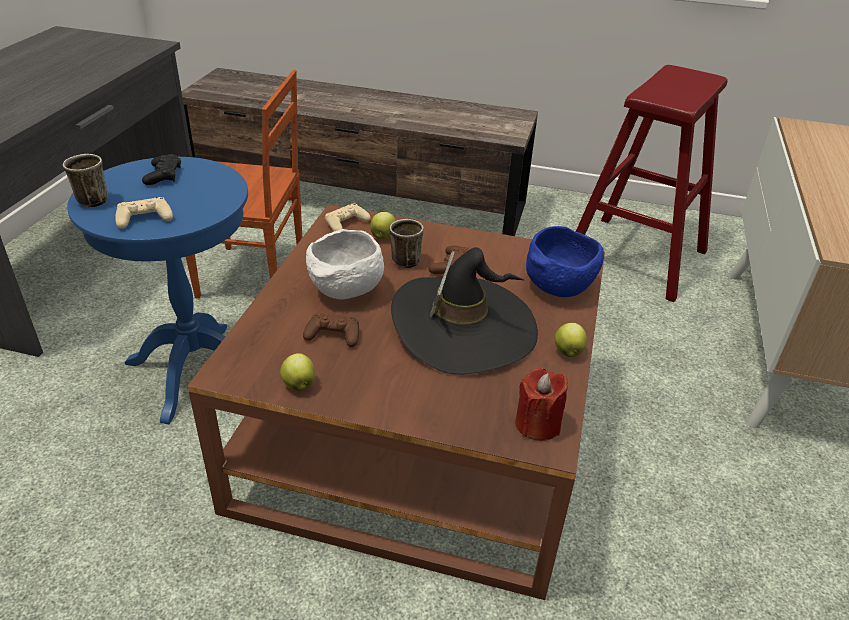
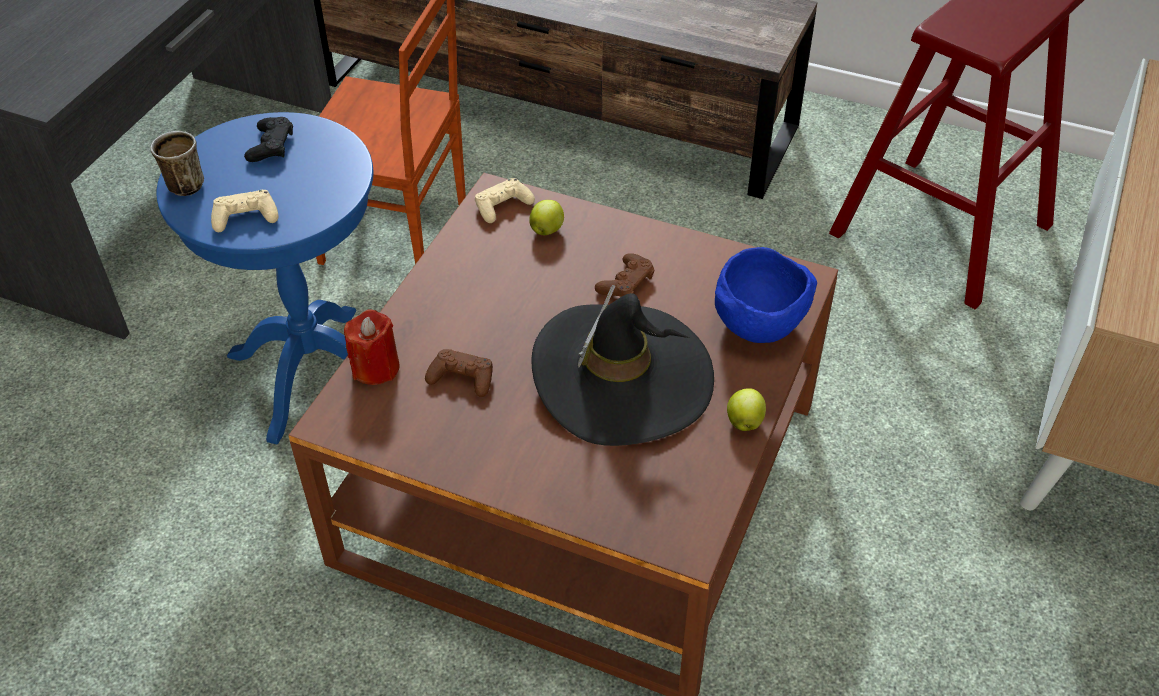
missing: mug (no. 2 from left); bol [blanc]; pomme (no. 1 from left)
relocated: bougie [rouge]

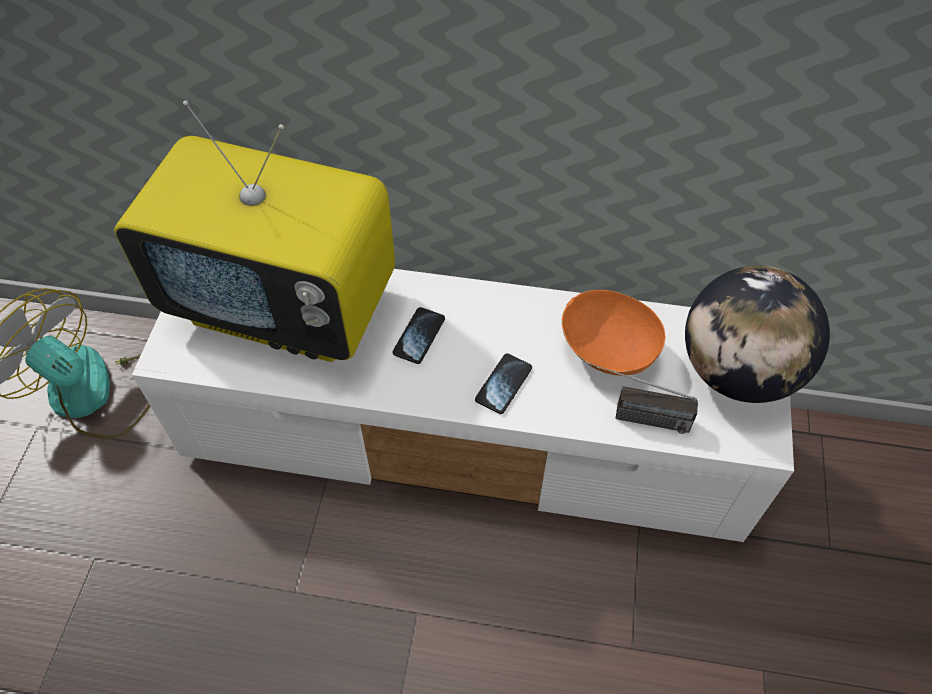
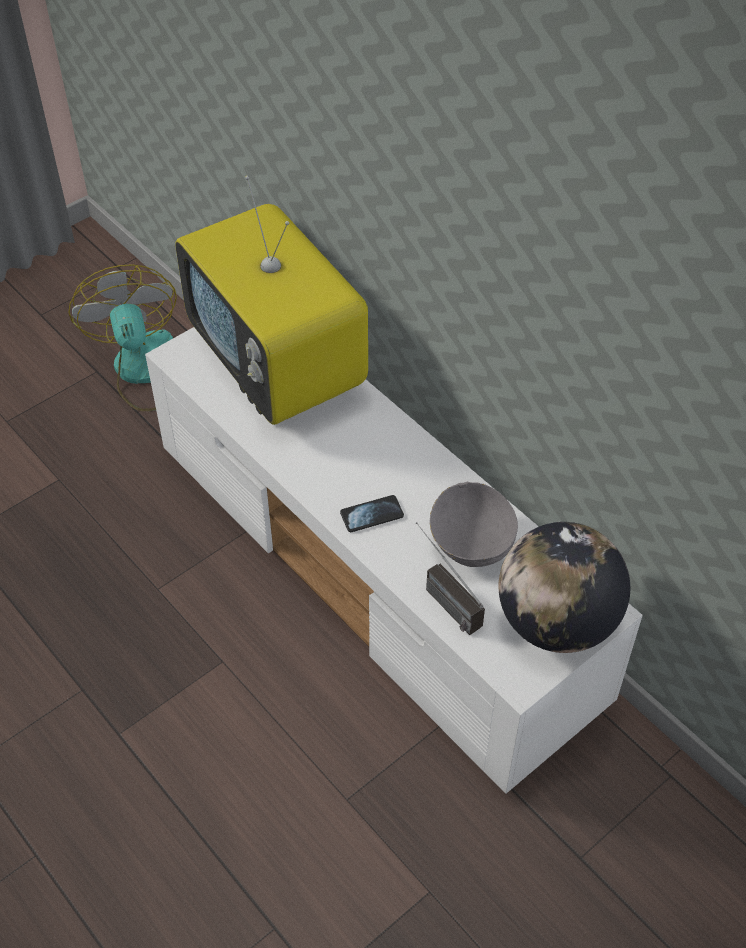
missing: téléphone (no. 1 from left)
colour: bol [orange] to bol [gris]

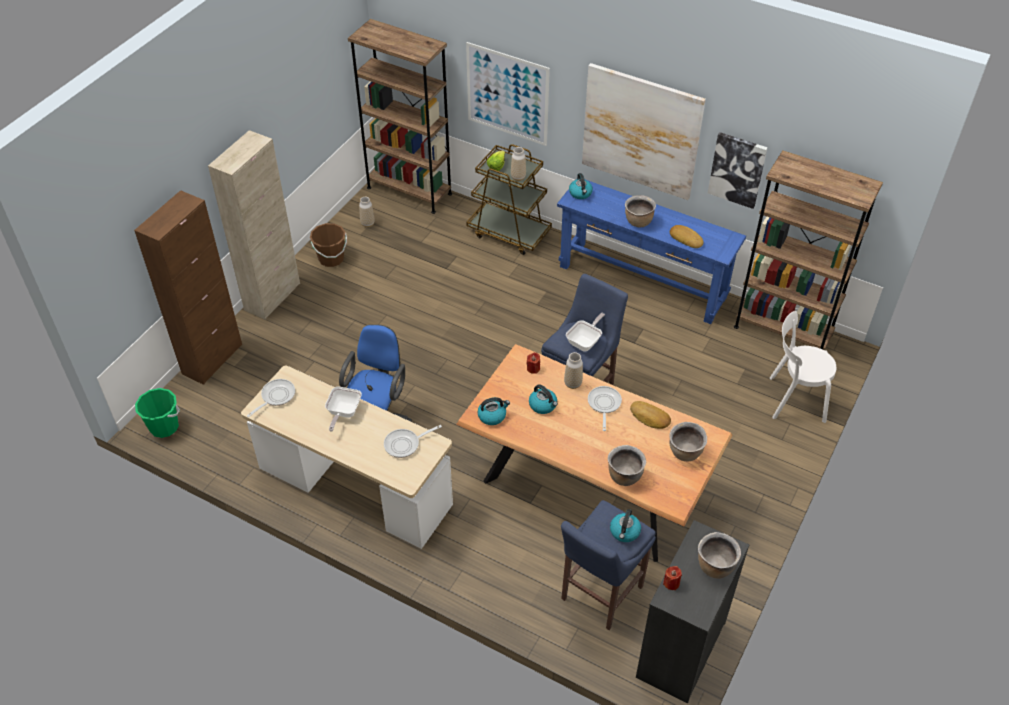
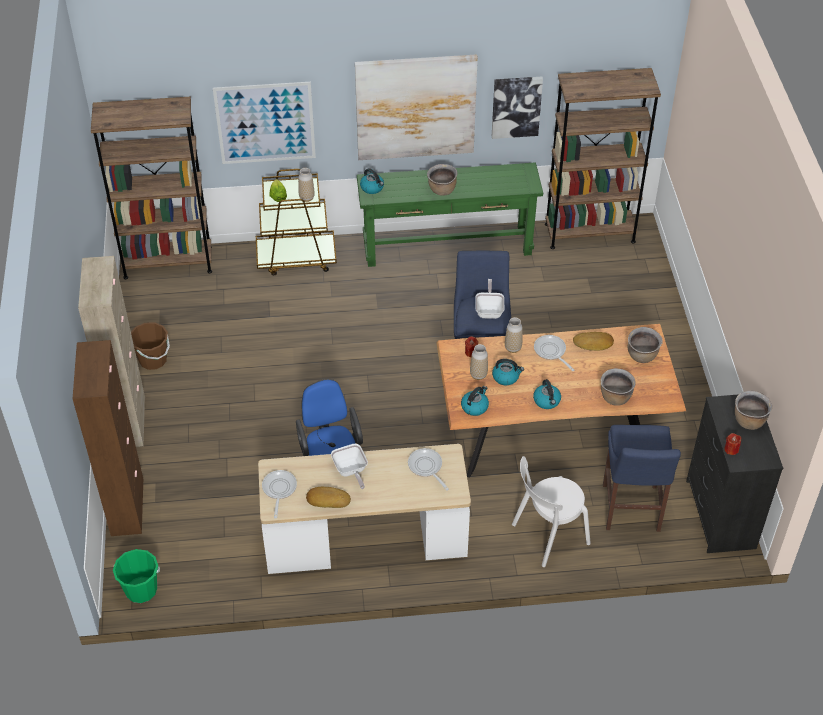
relocated: vase (no. 1 from left in the first image) to vase (no. 2 from left); pain (no. 2 from left in the first image) to pain (no. 1 from left); chaise [blanc]; bouilloire (no. 4 from left)
colour: table console [bleu] to table console [vert]
spun: poêle (no. 3 from left) 120 degrees clockwise

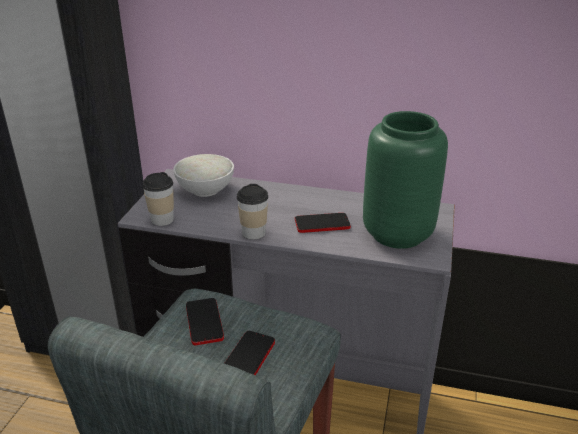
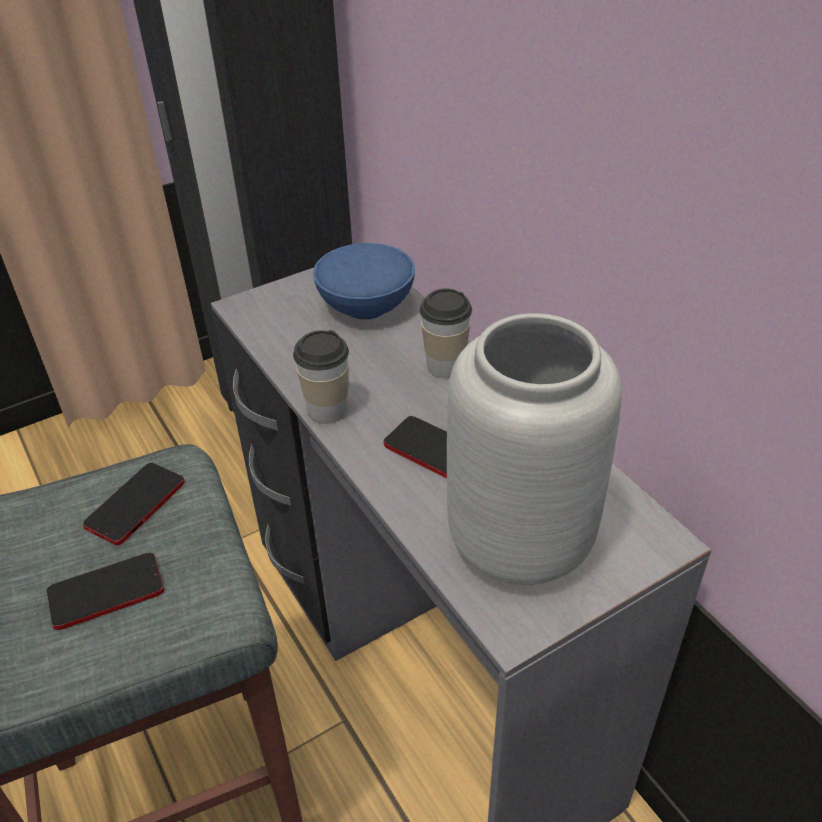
relocated: tasse (no. 1 from left in the first image) to tasse (no. 2 from left)
colour: vase [vert] to vase [gris]; bol [blanc] to bol [bleu]

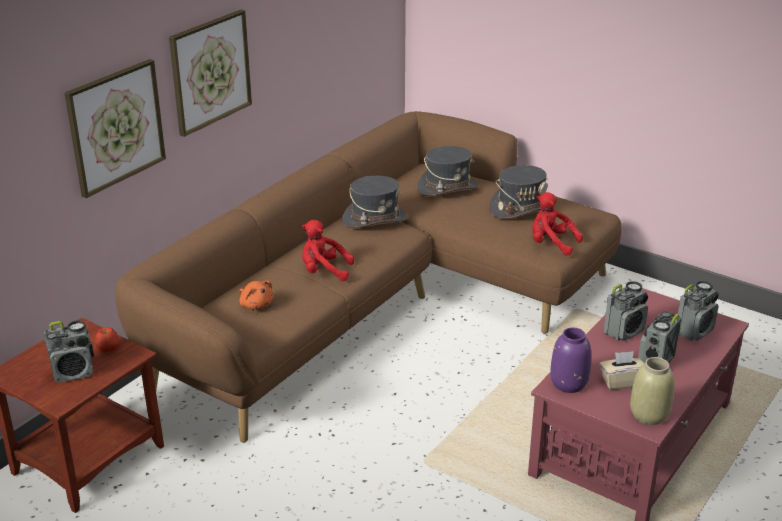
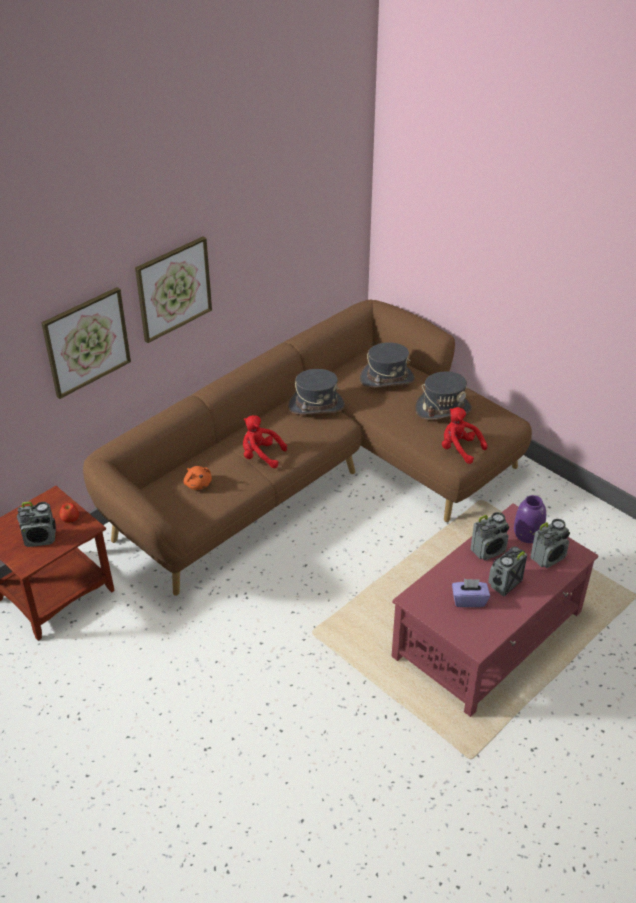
missing: vase [beige]
relocated: vase [violet]
colour: boîte à mouchoirs [beige] to boîte à mouchoirs [violet]

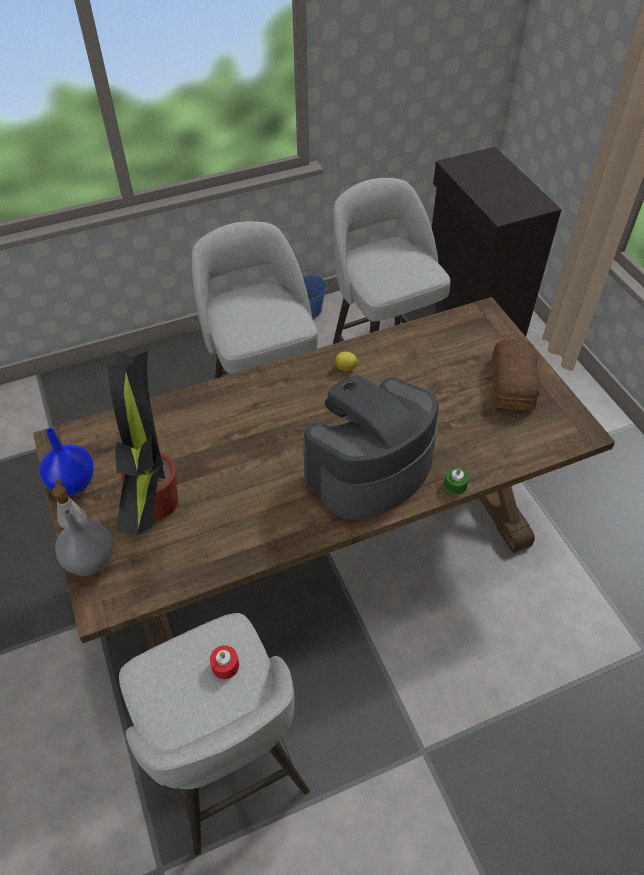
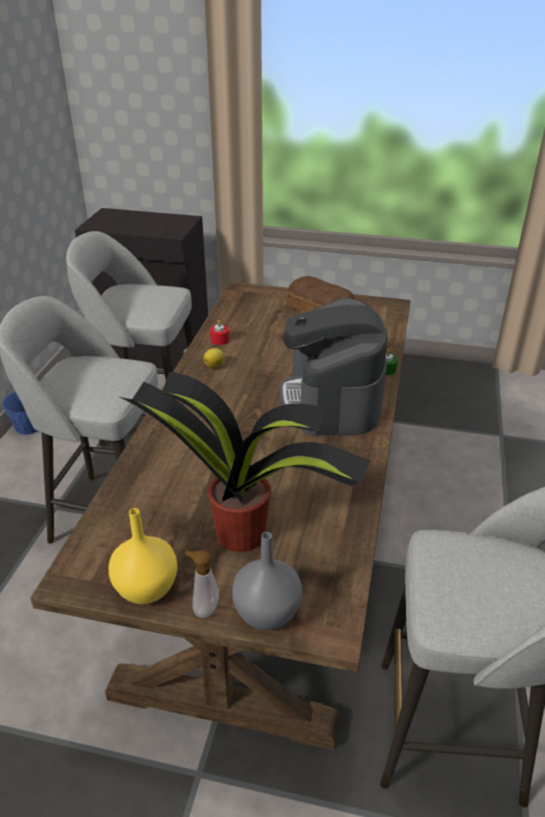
relocated: bougie [rouge]
colour: vase [bleu] to vase [jaune]

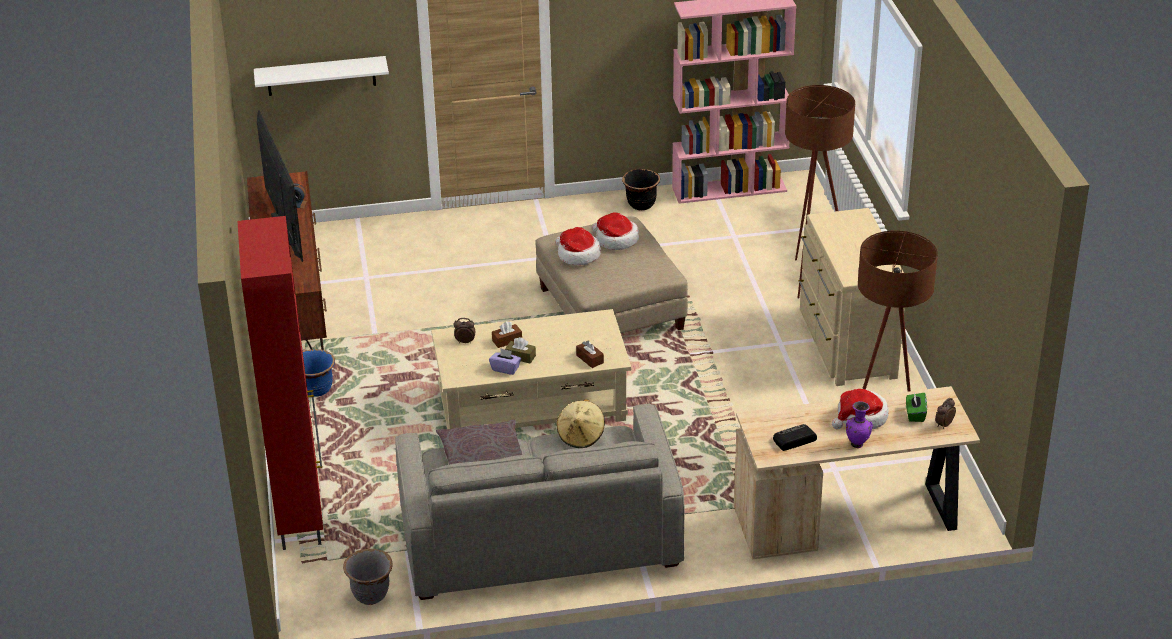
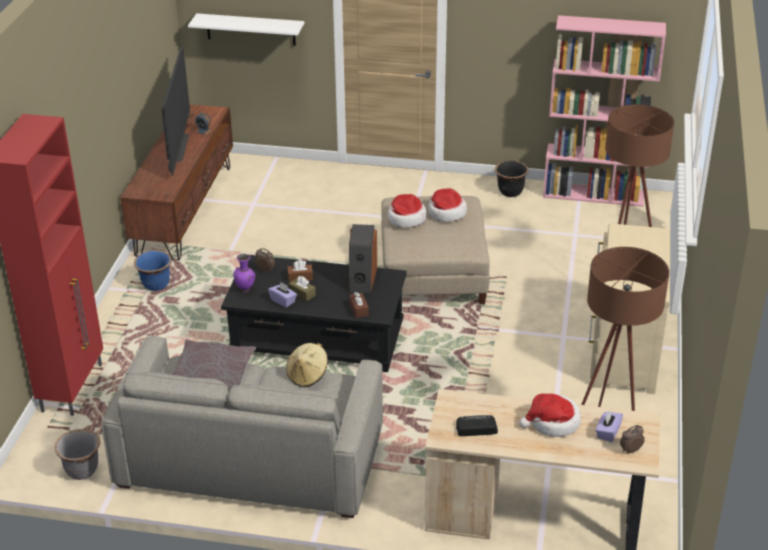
appeared: enceinte
relocated: vase [violet]
colour: table basse [beige] to table basse [noir]; boîte à mouchoirs [vert] to boîte à mouchoirs [violet] (no. 2 from left)

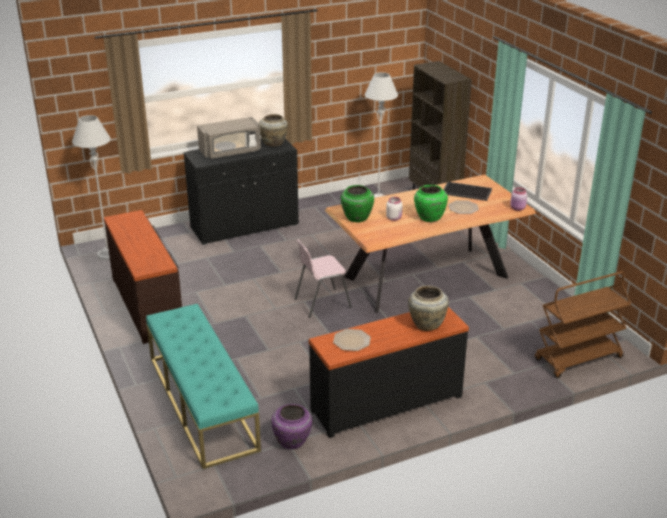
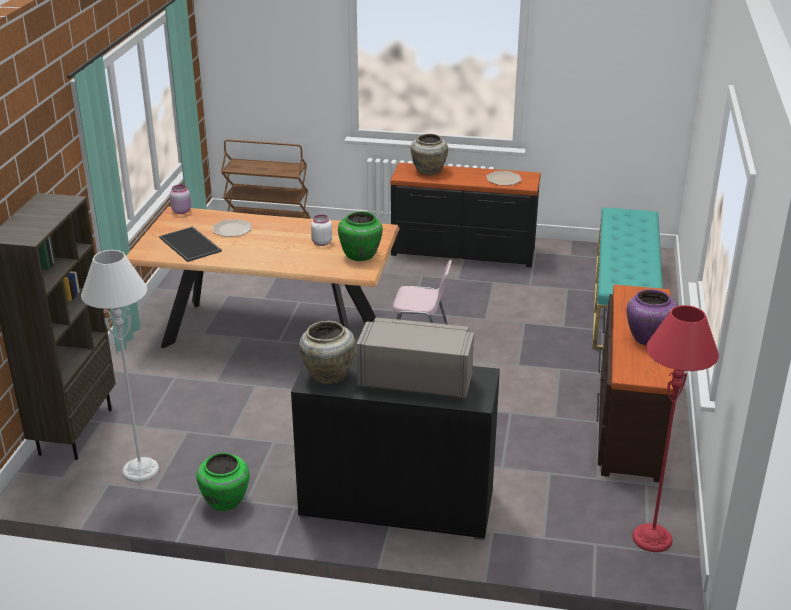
relocated: vase [vert] (no. 2 from left in the first image) to vase [vert] (no. 1 from left); vase [violet]
colour: lampadaire [gris] (no. 1 from left) to lampadaire [rouge]

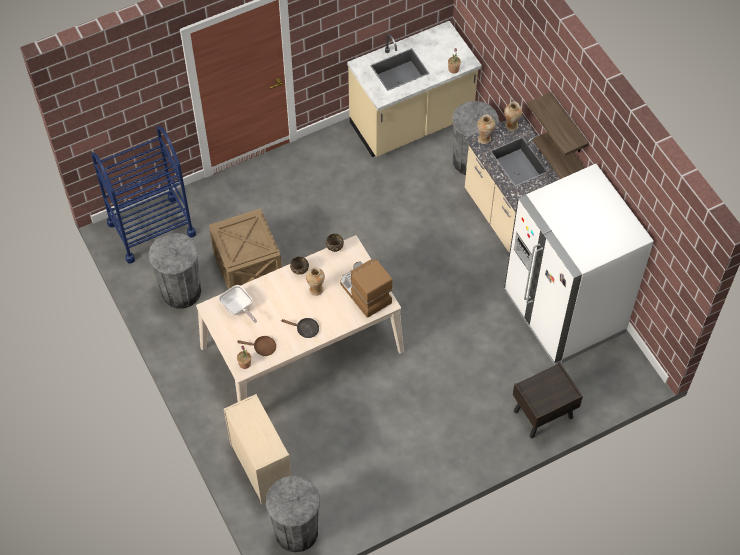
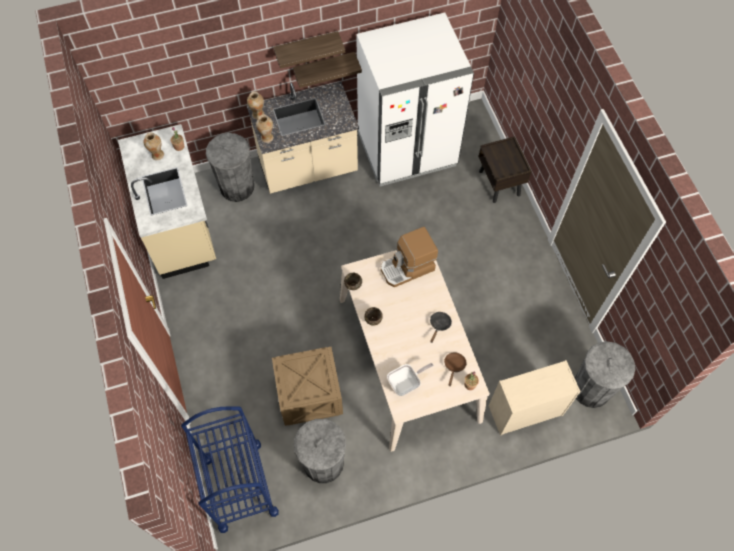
relocated: vase (no. 1 from left)

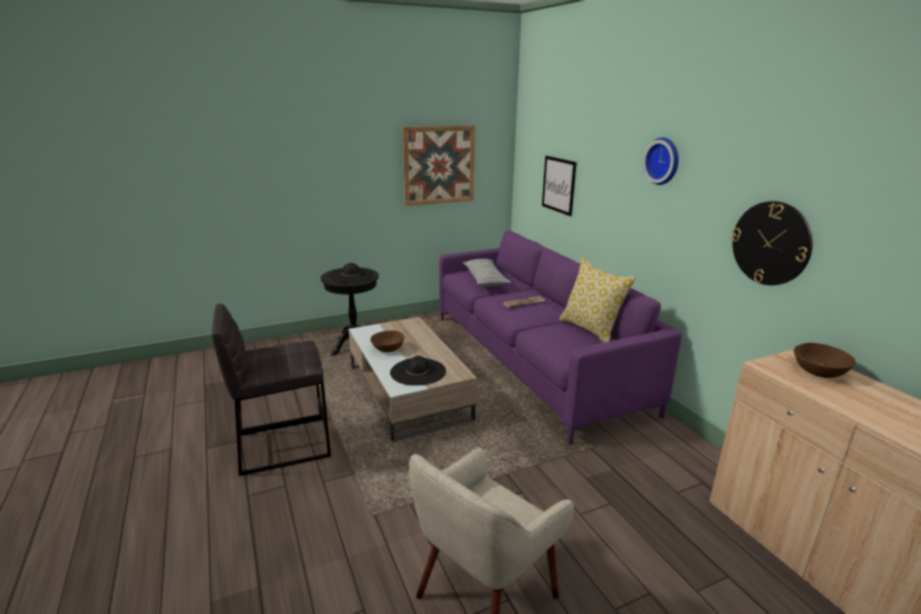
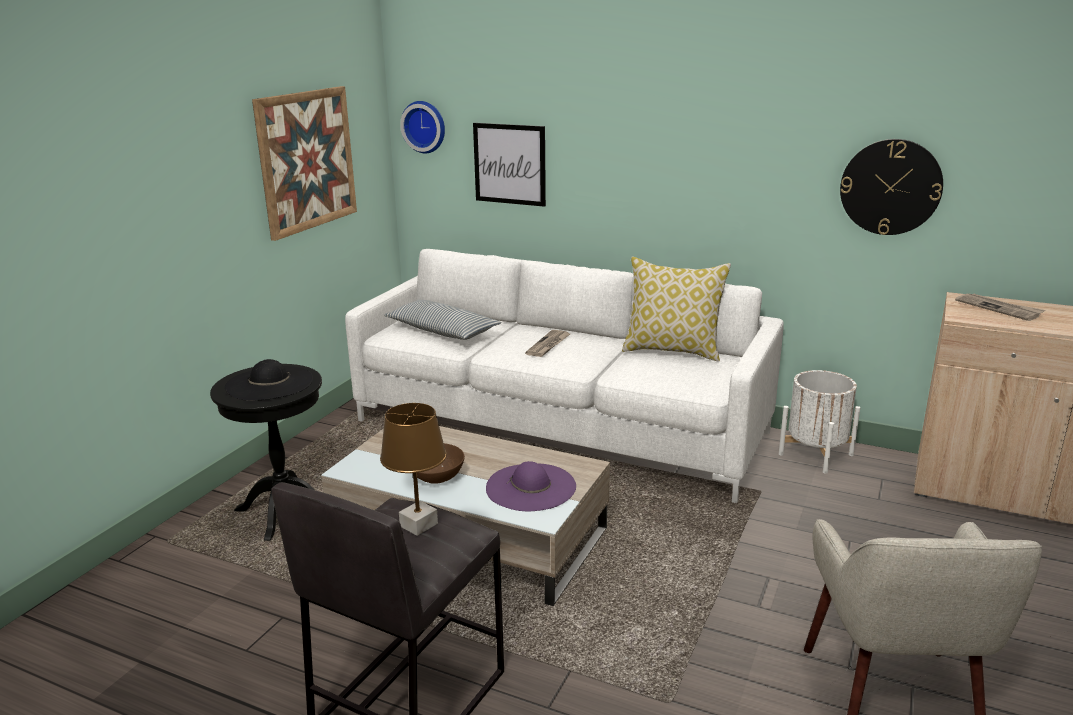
appeared: cache-pot [blanc]; lampe de table [marron]
relocated: horloge murale (no. 1 from left)
exchanged: bol [marron] (no. 2 from left) to journal (no. 2 from left)
colour: canapé [violet] to canapé [blanc]; chapeau [noir] (no. 2 from left) to chapeau [violet]

